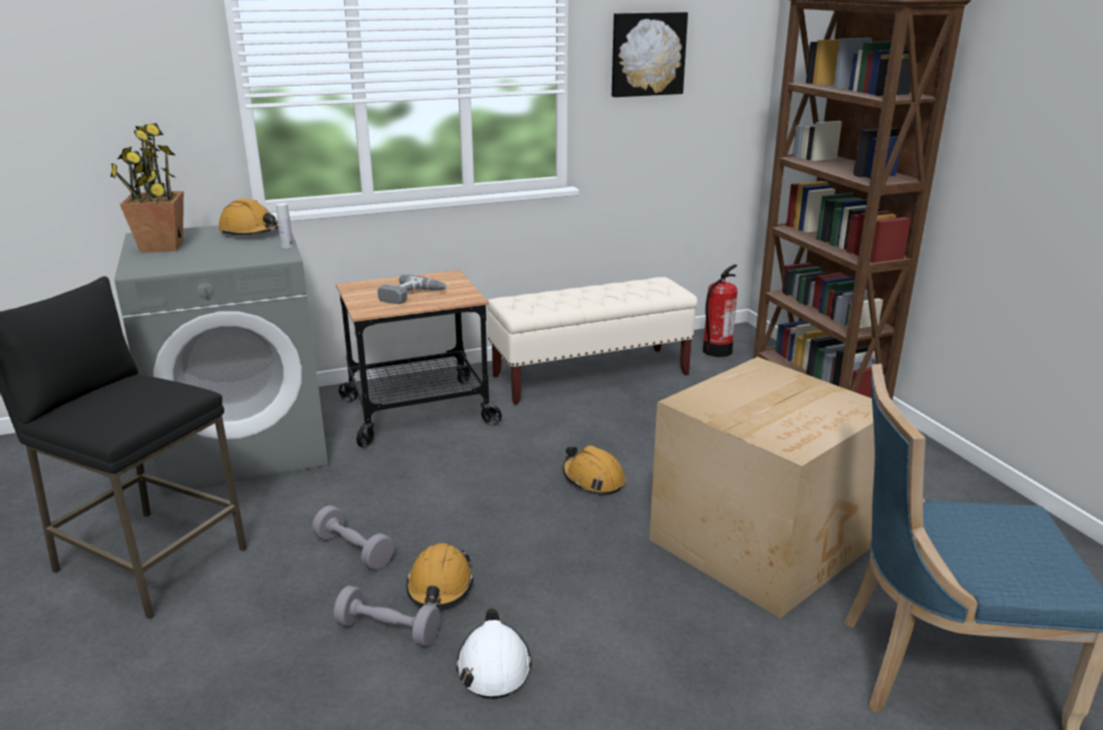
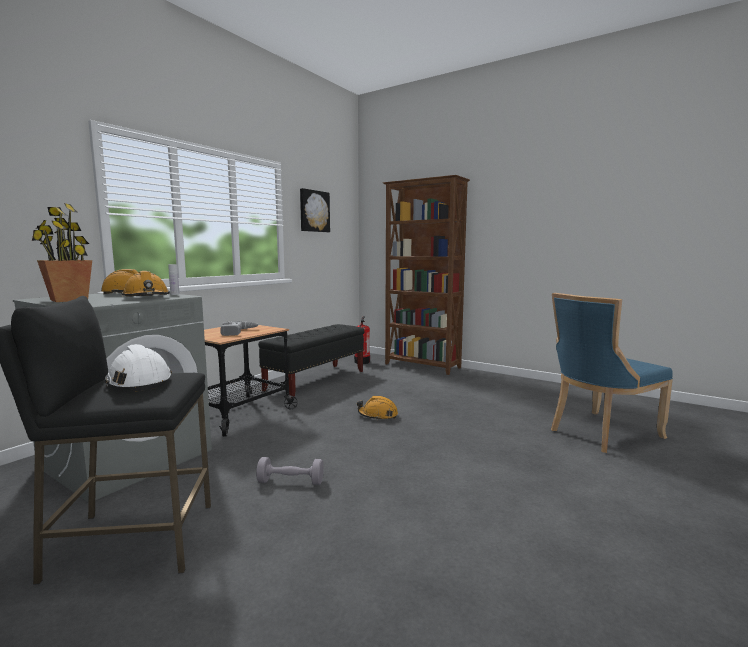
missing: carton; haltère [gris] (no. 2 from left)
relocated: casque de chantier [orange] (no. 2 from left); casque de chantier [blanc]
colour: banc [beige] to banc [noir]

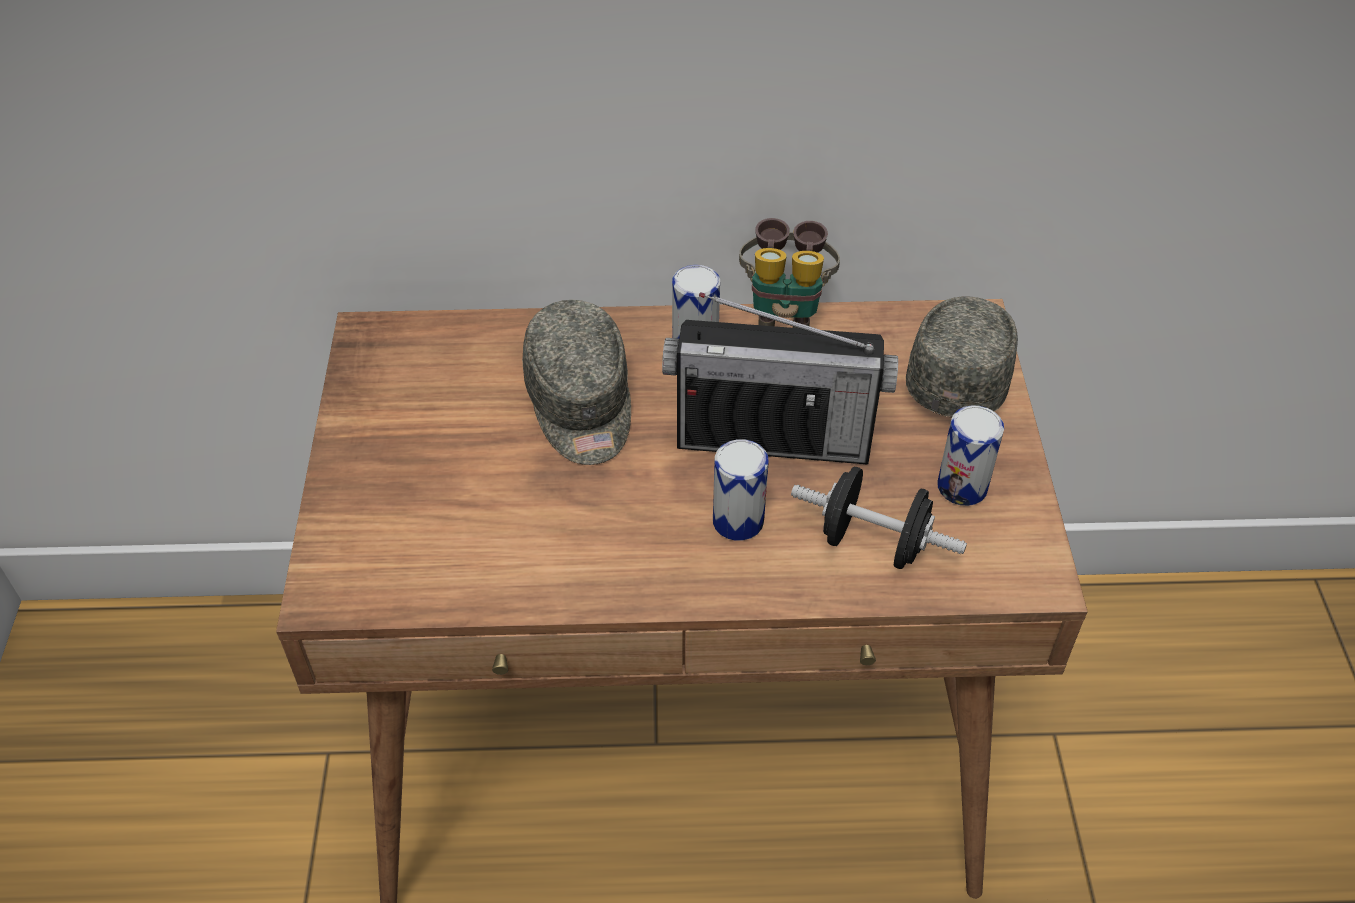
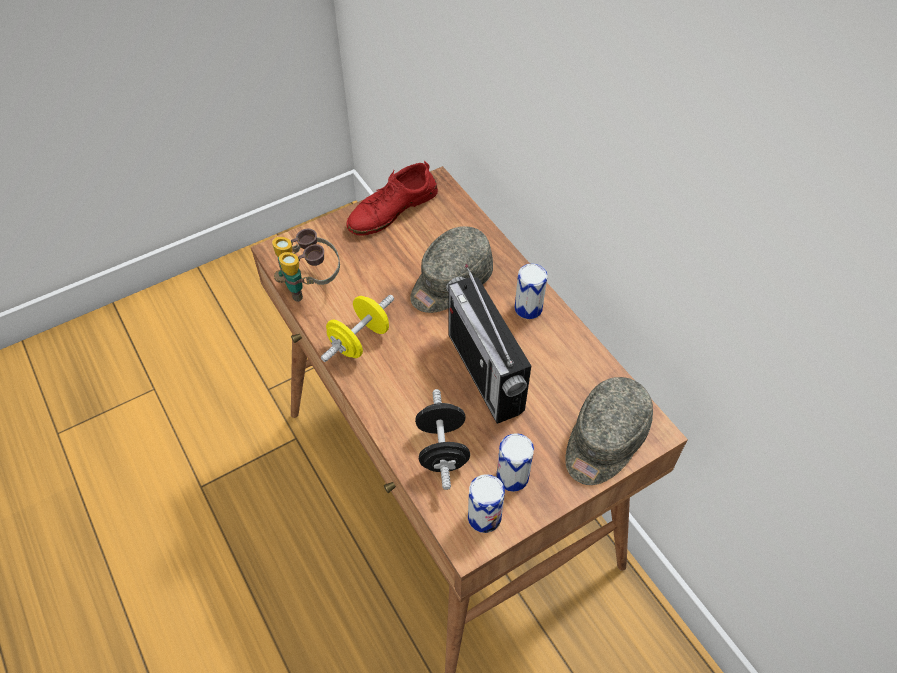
appeared: chaussure [rouge]; haltère [jaune]
relocated: jumelles; boîte métallique (no. 2 from left in the first image) to boîte métallique (no. 1 from left)
spun: casquette [gris] (no. 2 from left) 135 degrees clockwise

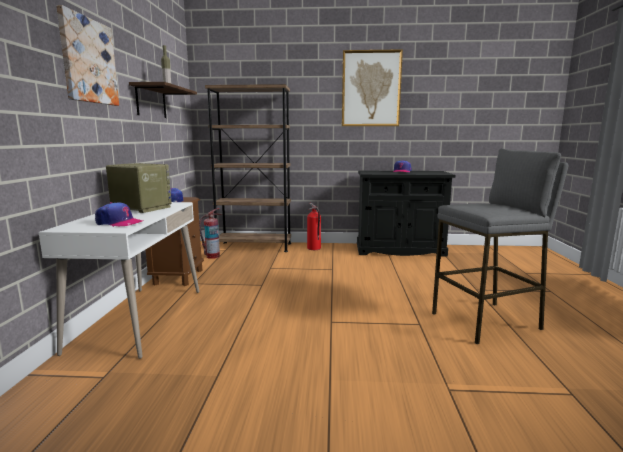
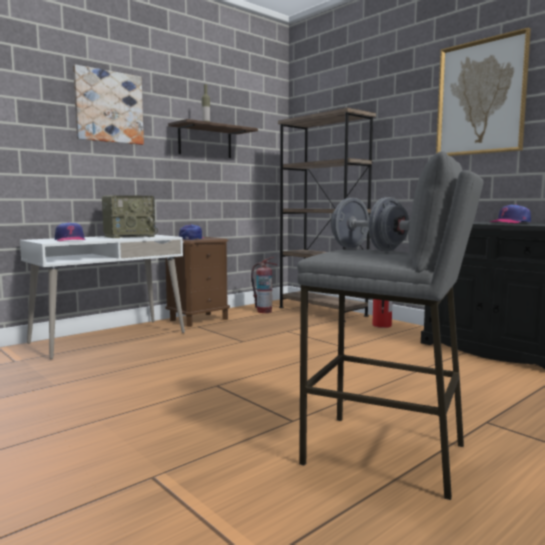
appeared: haltère [gris]
spun: radio 75 degrees clockwise

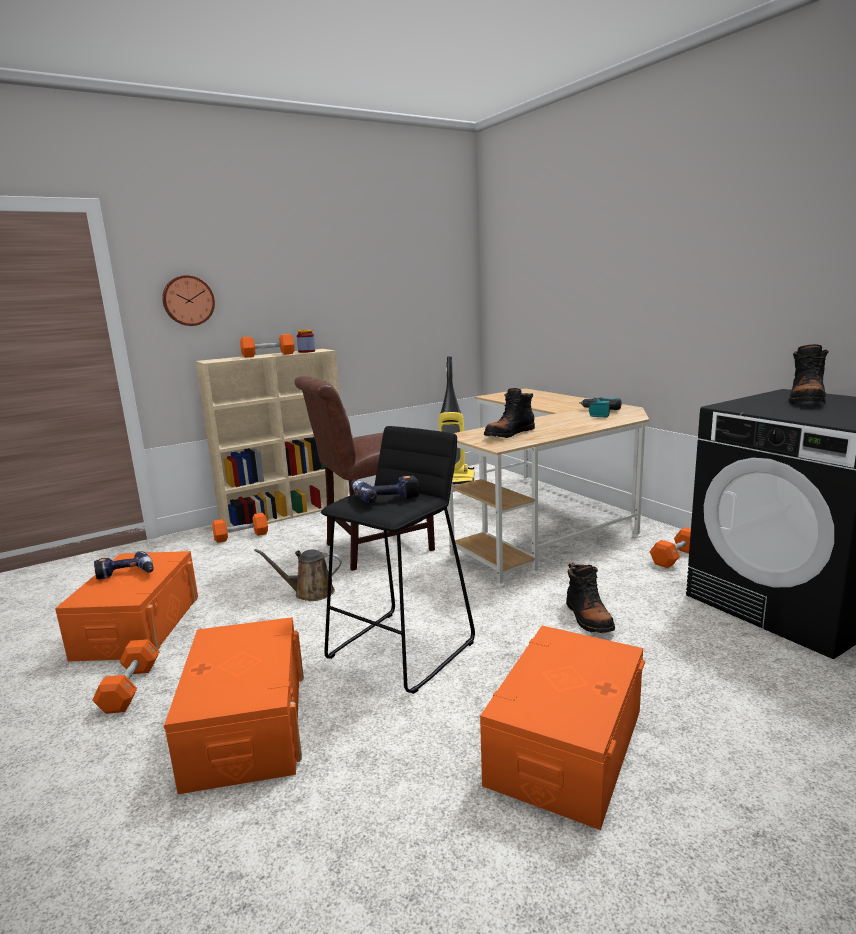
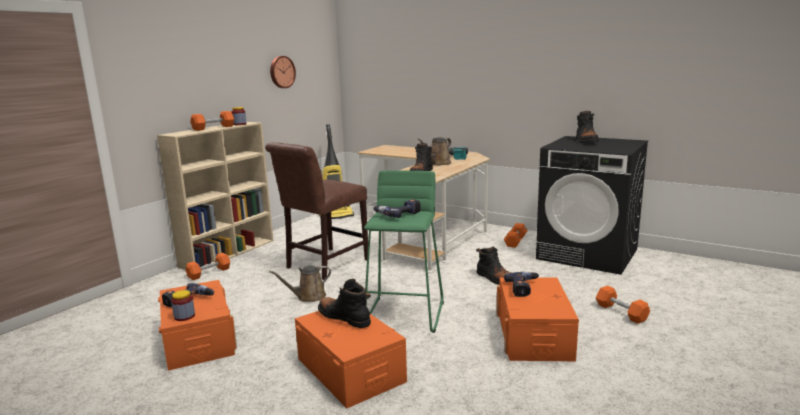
appeared: arrosoir [marron] (no. 2 from left); perceuse (no. 4 from left); botte [noir] (no. 1 from left); bocal (no. 1 from left)
relocated: horloge murale; haltère [orange] (no. 1 from left in the first image) to haltère [orange] (no. 4 from left)
colour: tabouret [noir] to tabouret [vert]

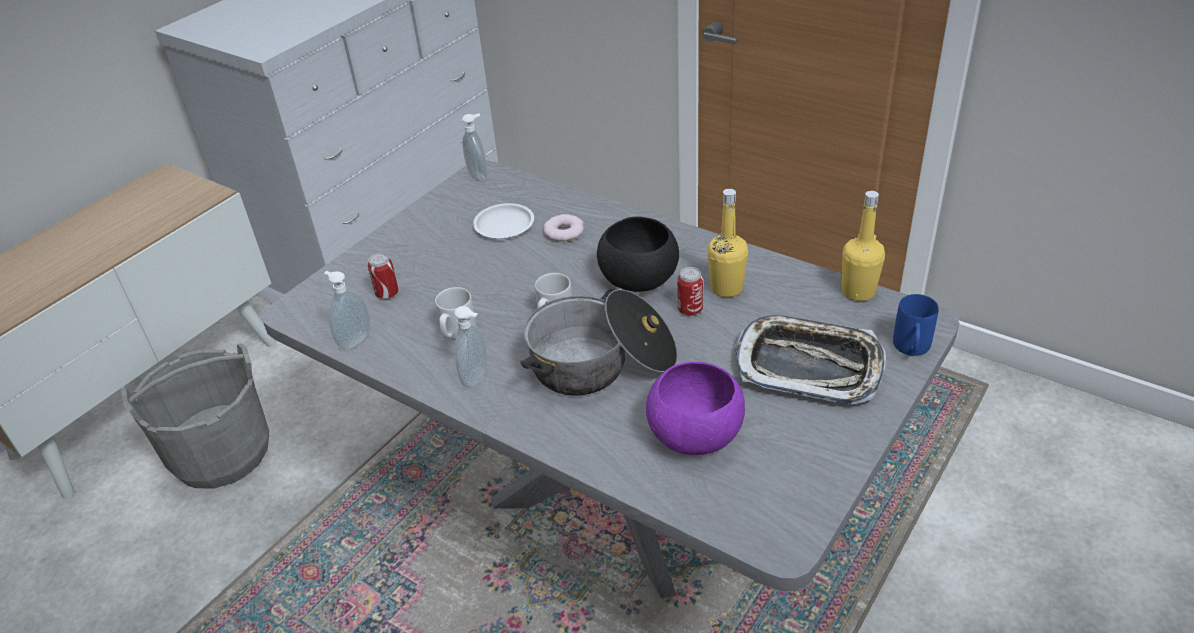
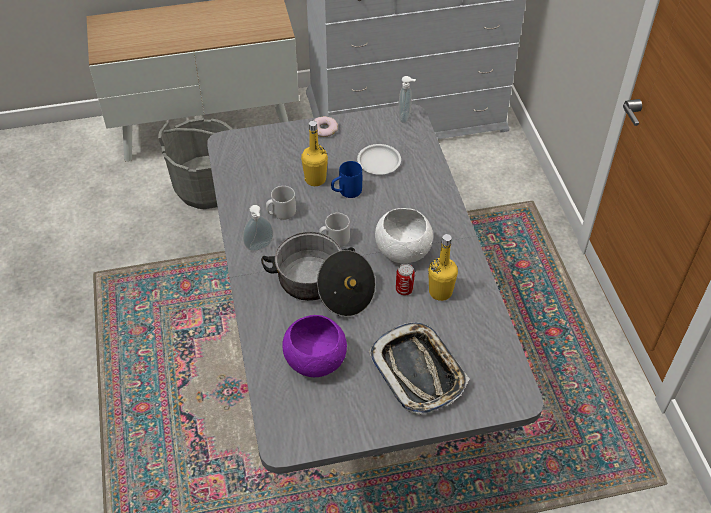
missing: boîte métallique (no. 1 from left); distributeur de savon (no. 1 from left)
relocated: bouteille [jaune] (no. 2 from left in the first image) to bouteille [jaune] (no. 1 from left); beignet; mug [bleu]
colour: bol [noir] to bol [blanc]

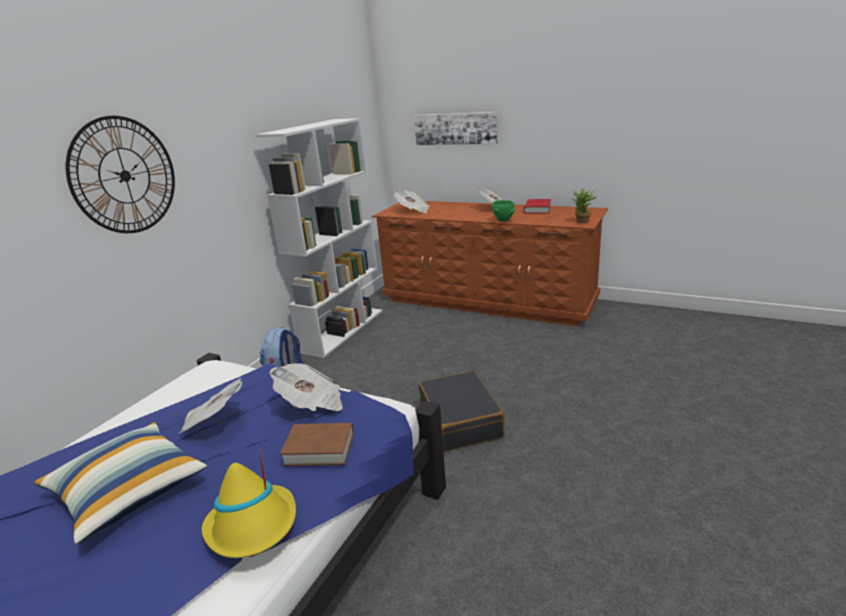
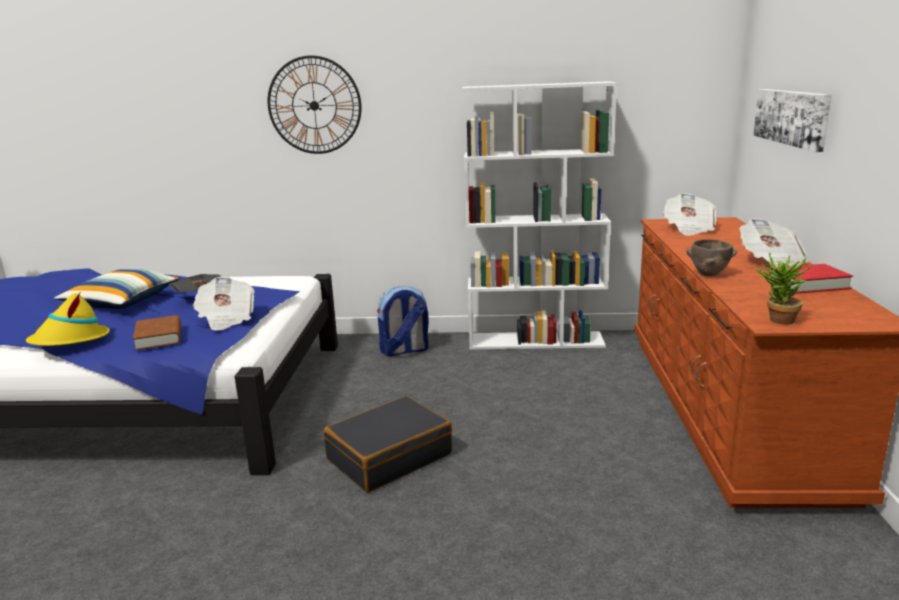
colour: bol [vert] to bol [marron]

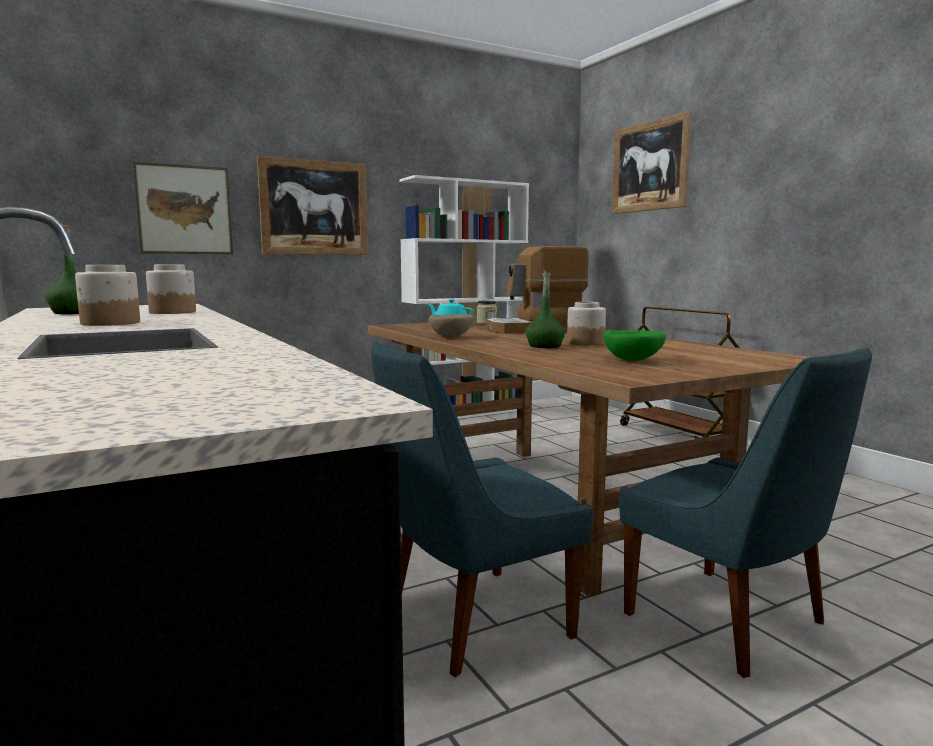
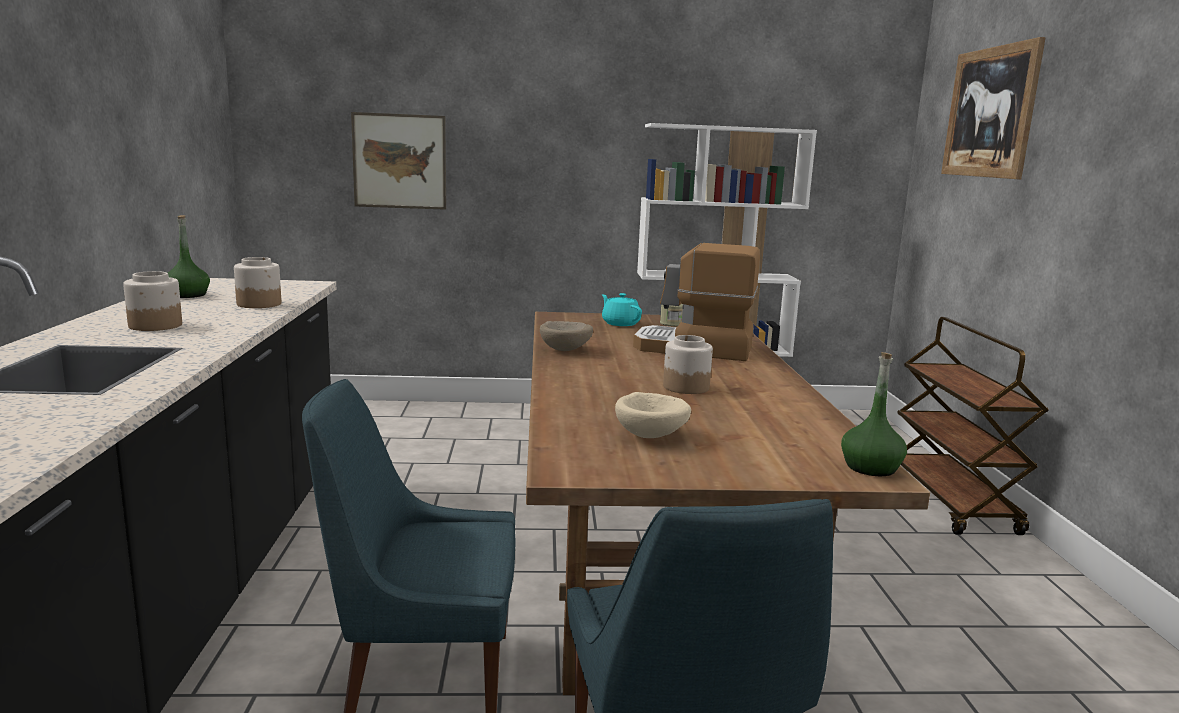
missing: tableau (no. 2 from left)
relocated: bouteille [vert] (no. 2 from left)
colour: bol [vert] to bol [beige] (no. 2 from left)

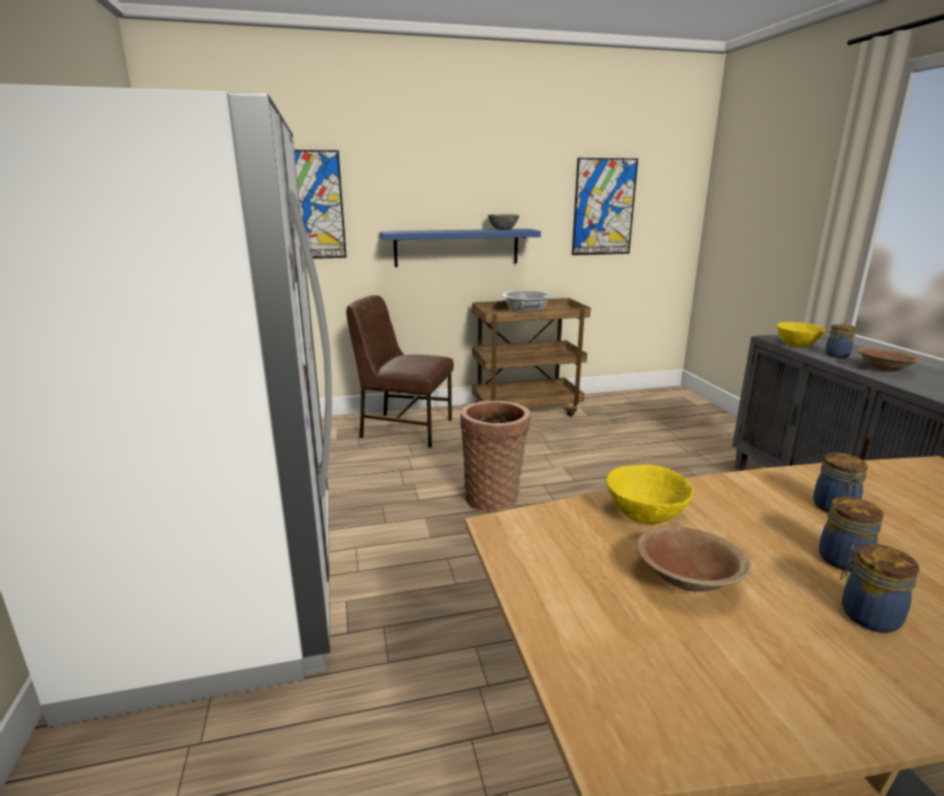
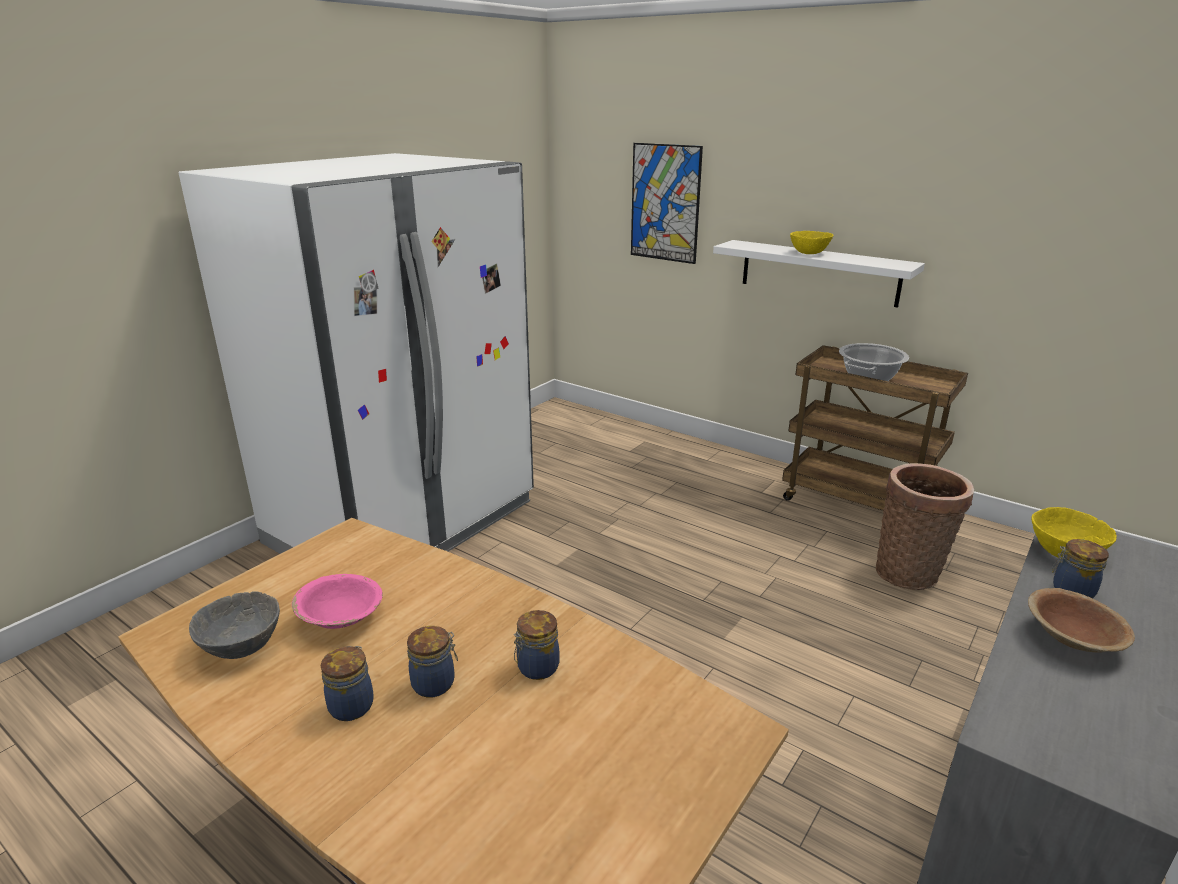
missing: tableau (no. 2 from left); chaise [marron]
relocated: bol [gris]; panier; bol [jaune] (no. 1 from left)
colour: étagère [bleu] to étagère [blanc]; bol [marron] (no. 1 from left) to bol [rose]

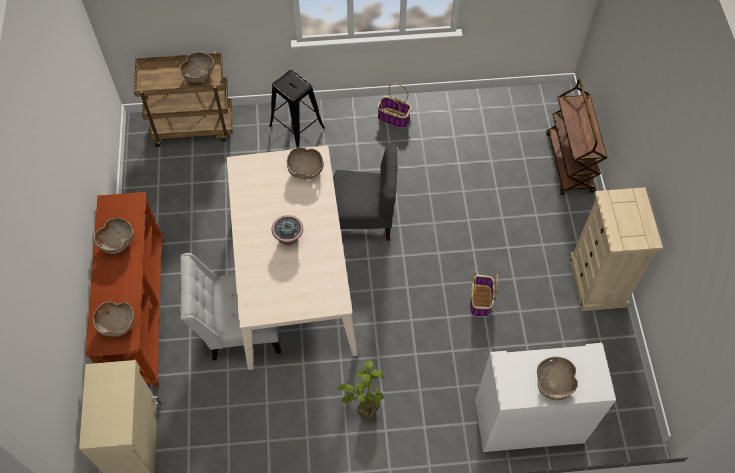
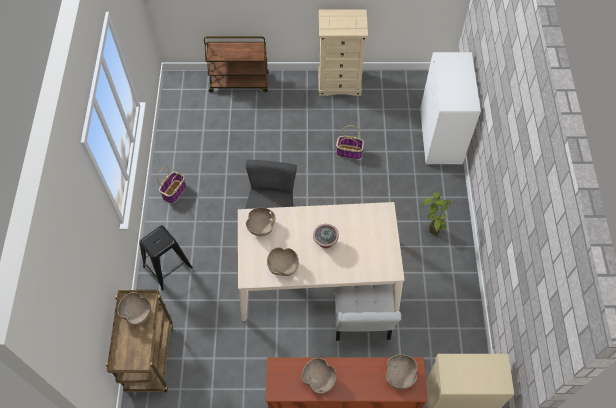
relocated: bol [marron] (no. 5 from left in the first image) to bol [marron] (no. 3 from left)

